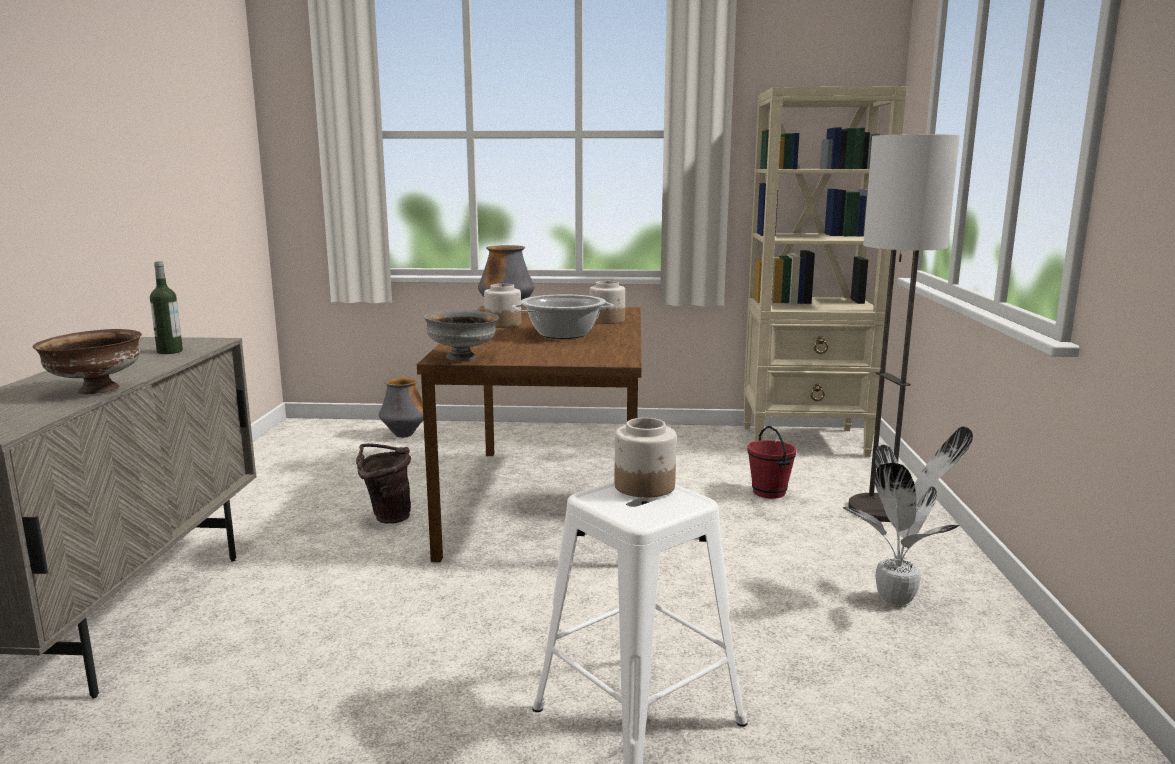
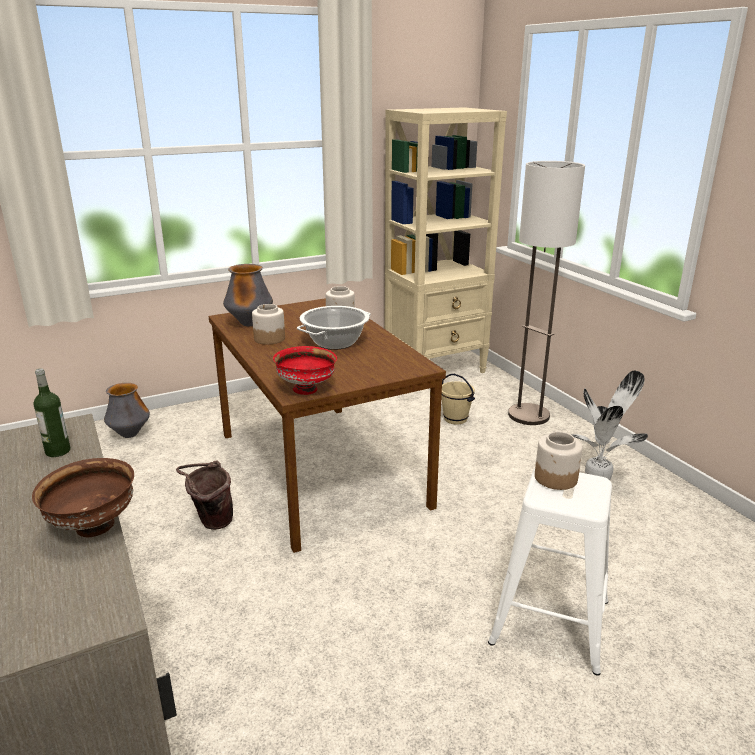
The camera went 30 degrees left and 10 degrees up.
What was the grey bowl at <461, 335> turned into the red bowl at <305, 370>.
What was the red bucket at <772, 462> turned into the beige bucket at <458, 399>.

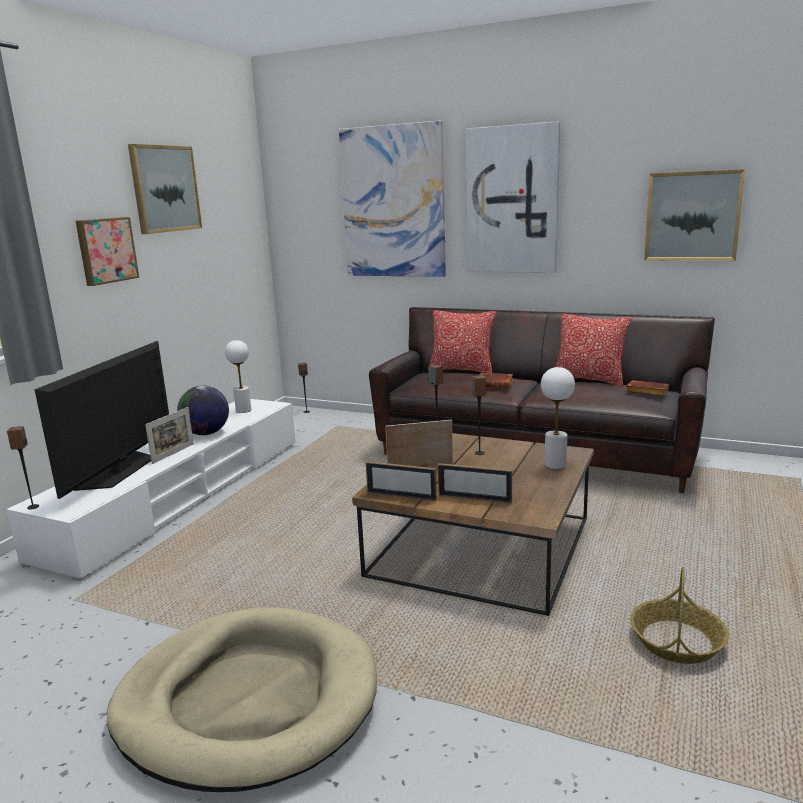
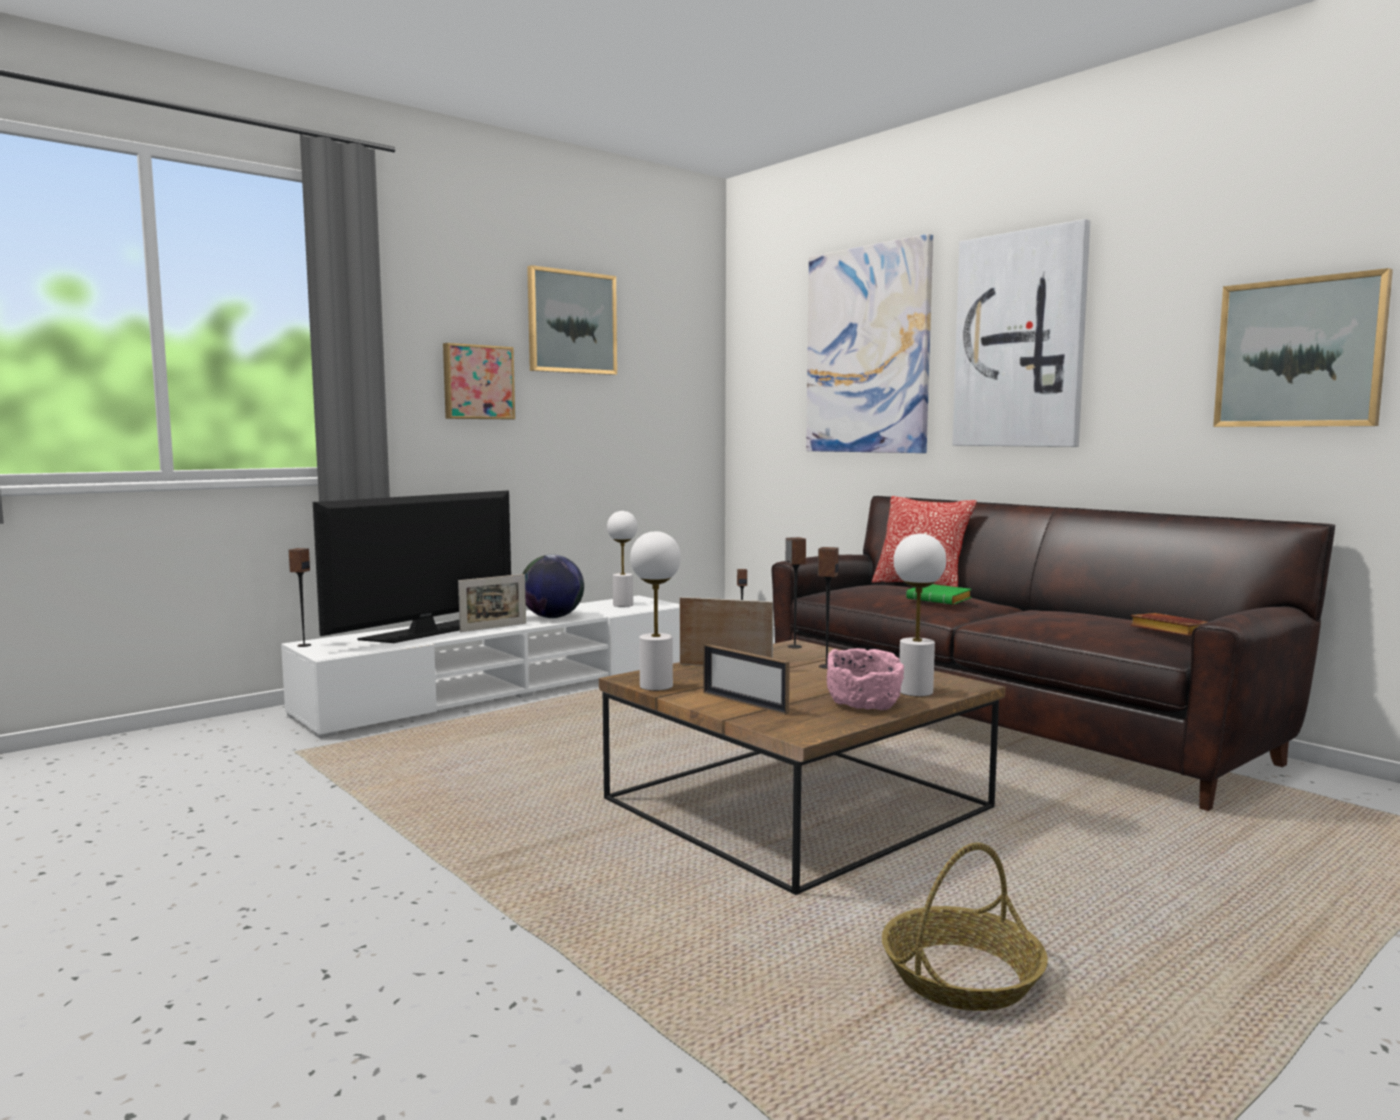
The camera went 25 degrees right and 10 degrees down.
The second view lost the pillow at <594, 349>.
What was the brown book at <496, 380> turned into the green book at <939, 594>.
Where the picture frame stood at <401, 481>, the white table lamp came to stand at <655, 611>.
The second view lost the beige dog bed at <242, 699>.
The second view gained the pink bowl at <865, 679>.

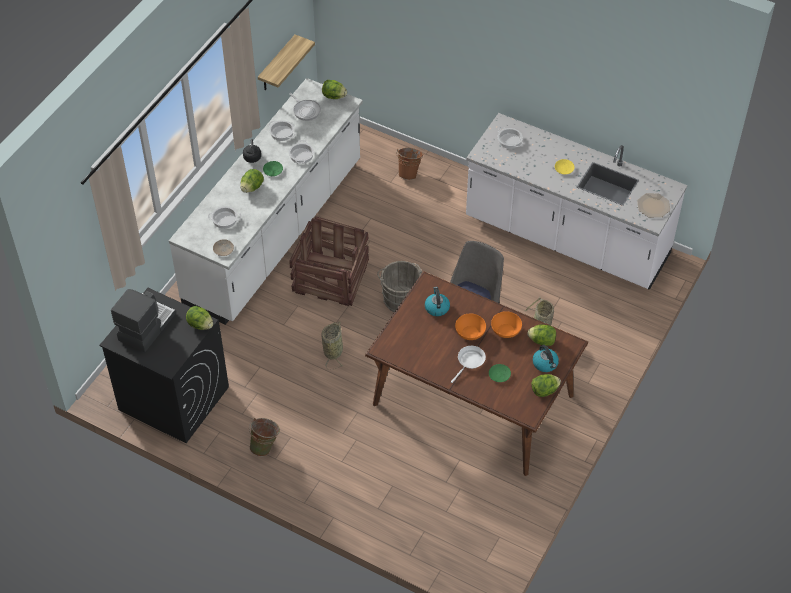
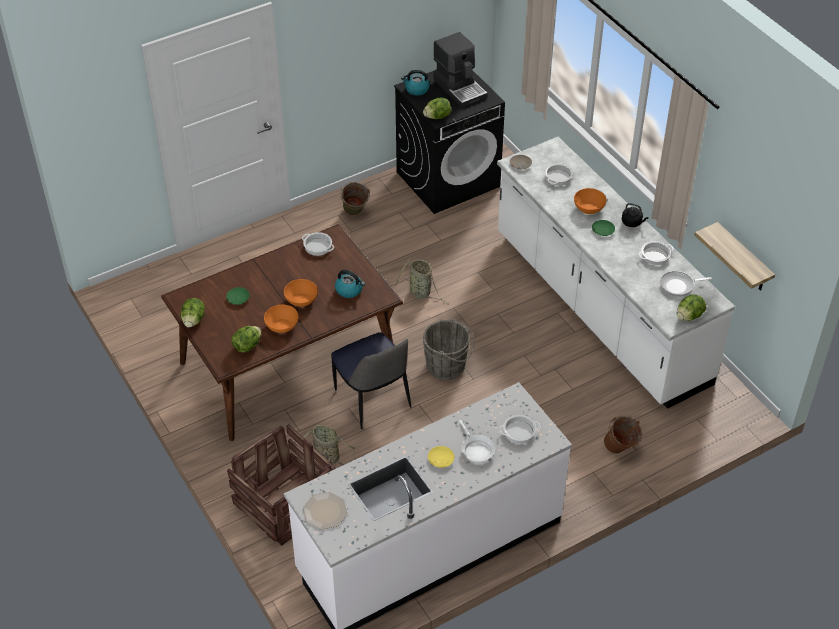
The camera went 120 degrees right and 5 degrees down.
The cooking pot ended up elsewhere, having gone from <301, 152> to <318, 244>.
Where the lettuce stood at <252, 181>, the orange bowl came to stand at <590, 201>.
The crate ended up elsewhere, having gone from <329, 261> to <281, 485>.
The kettle ended up elsewhere, having gone from <546, 358> to <415, 83>.
The white frying pan ended up elsewhere, having gone from <468, 364> to <477, 441>.

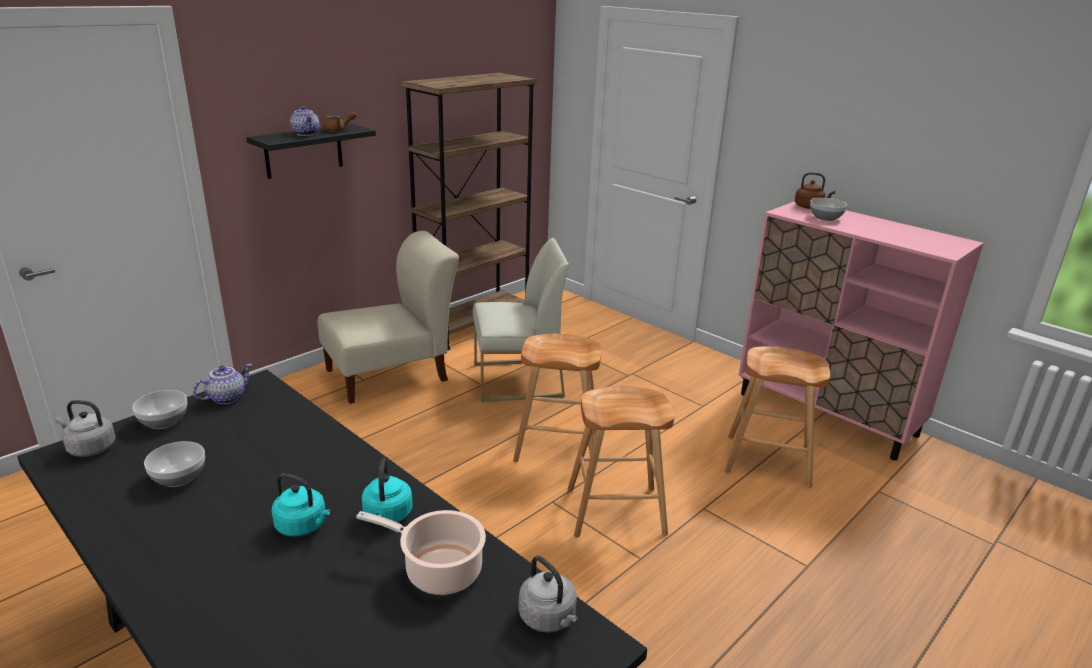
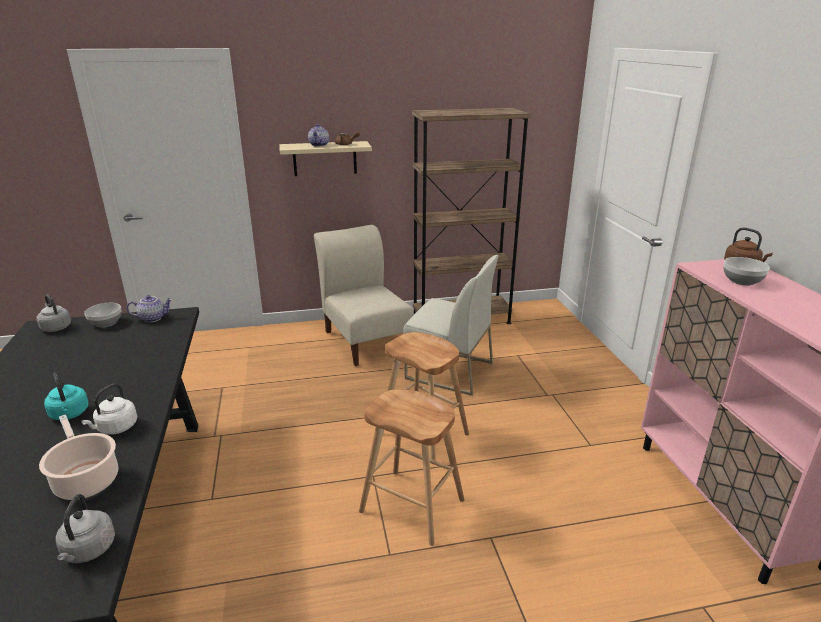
The camera went 35 degrees right and 0 degrees up.
What was the black shelf at <311, 151> turned into the beige shelf at <325, 158>.
The beige chair at <388, 317> ended up facing another way, 120 degrees counterclockwise from before.
The second view lost the brown stool at <777, 417>.
The second view lost the bowl at <174, 464>.
What was the turquoise kettle at <387, 490> turned into the white kettle at <109, 409>.

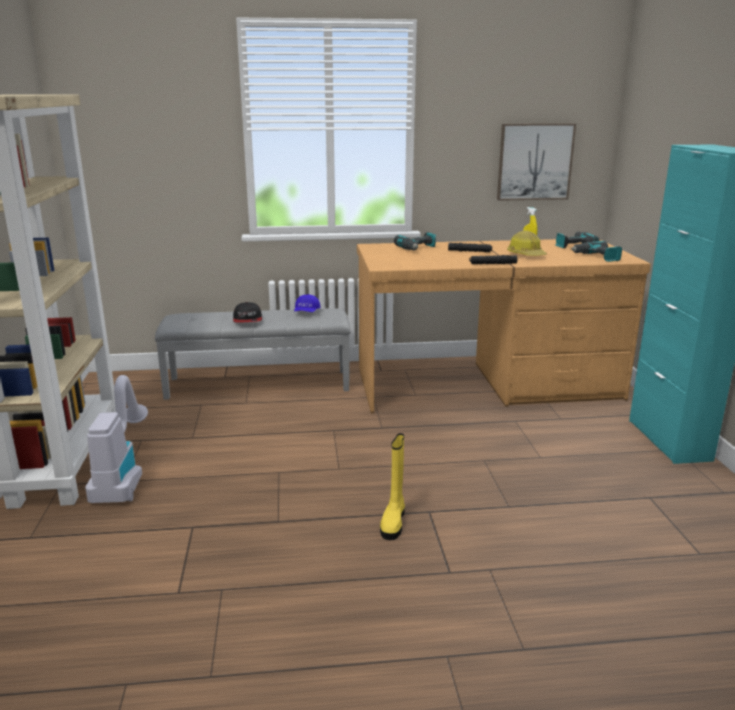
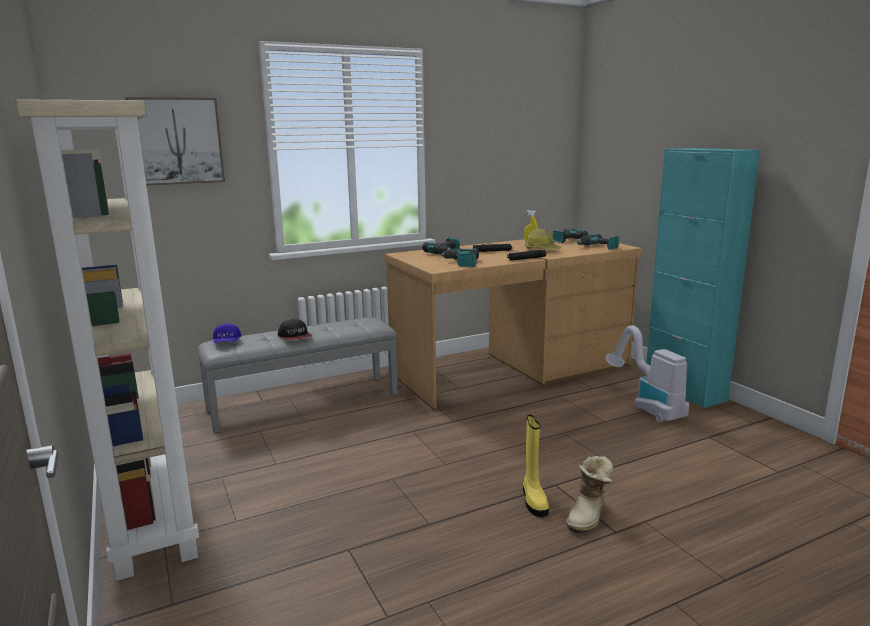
The camera went 20 degrees left and 5 degrees down.
The picture ended up elsewhere, having gone from <536, 162> to <175, 141>.
The blue cap ended up elsewhere, having gone from <307, 303> to <227, 333>.
The vacuum cleaner ended up elsewhere, having gone from <116, 439> to <647, 373>.
The second view gained the power drill at <459, 257>.
The second view gained the boot at <589, 494>.

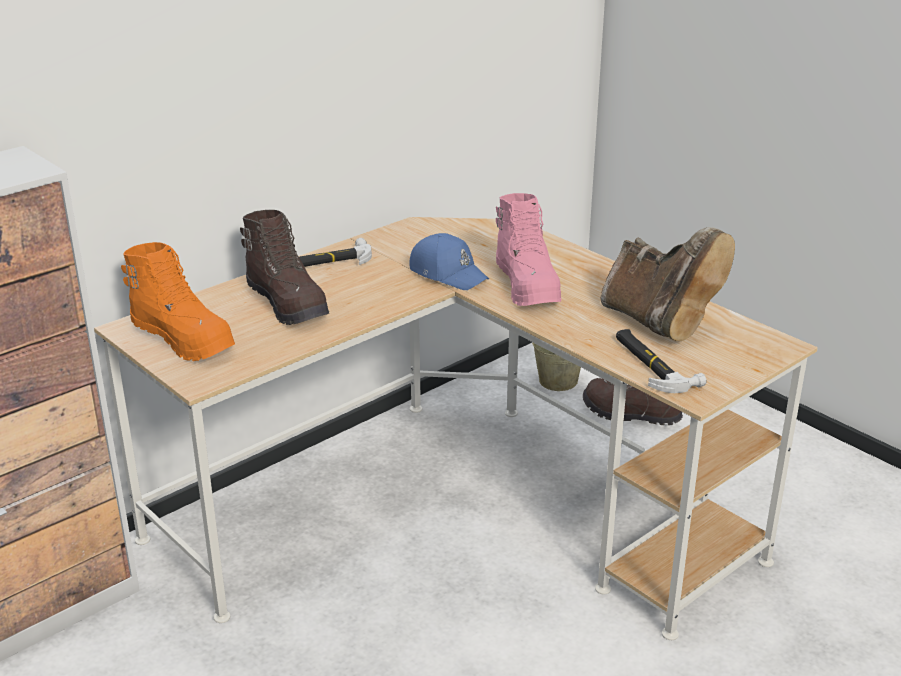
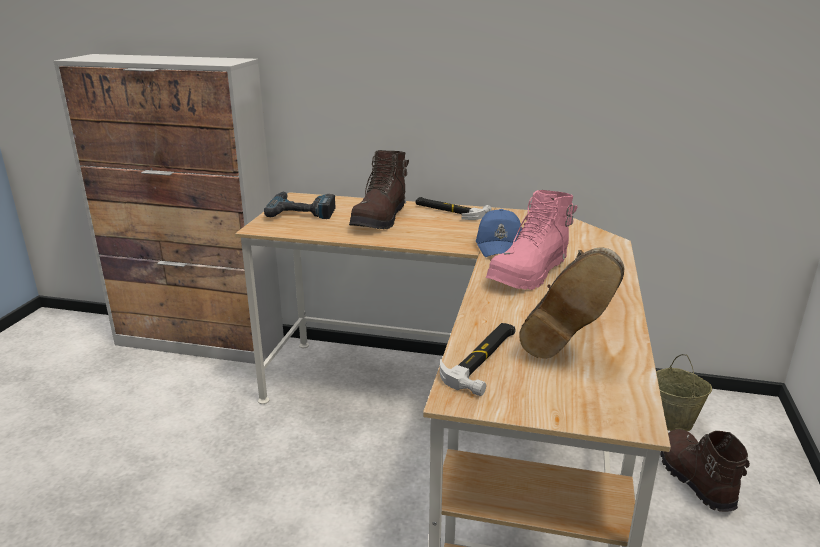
The camera went 55 degrees right and 5 degrees down.
Where the orange boot stood at <178, 301>, the power drill came to stand at <300, 205>.

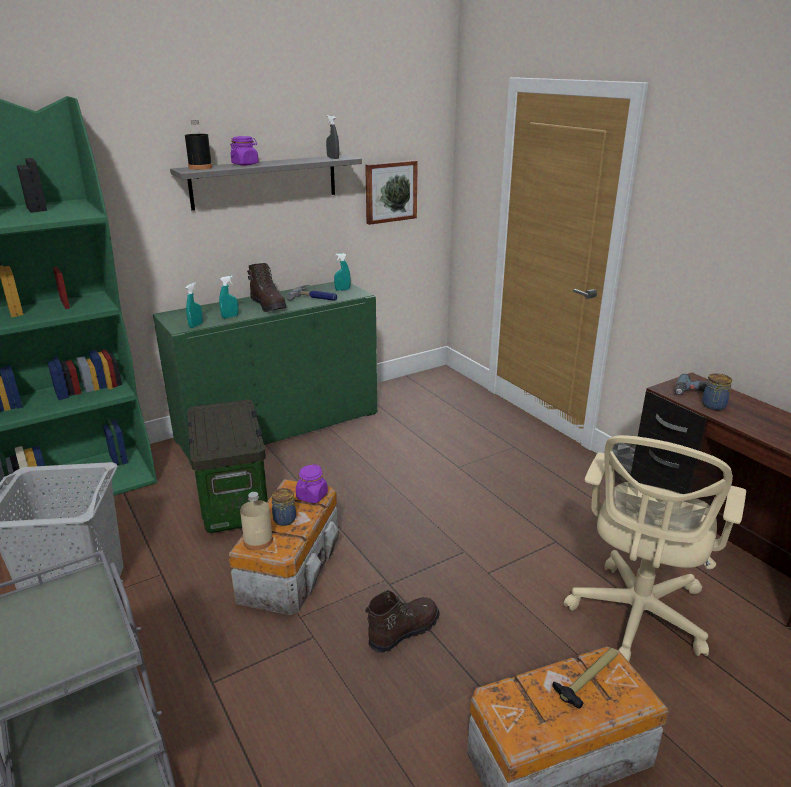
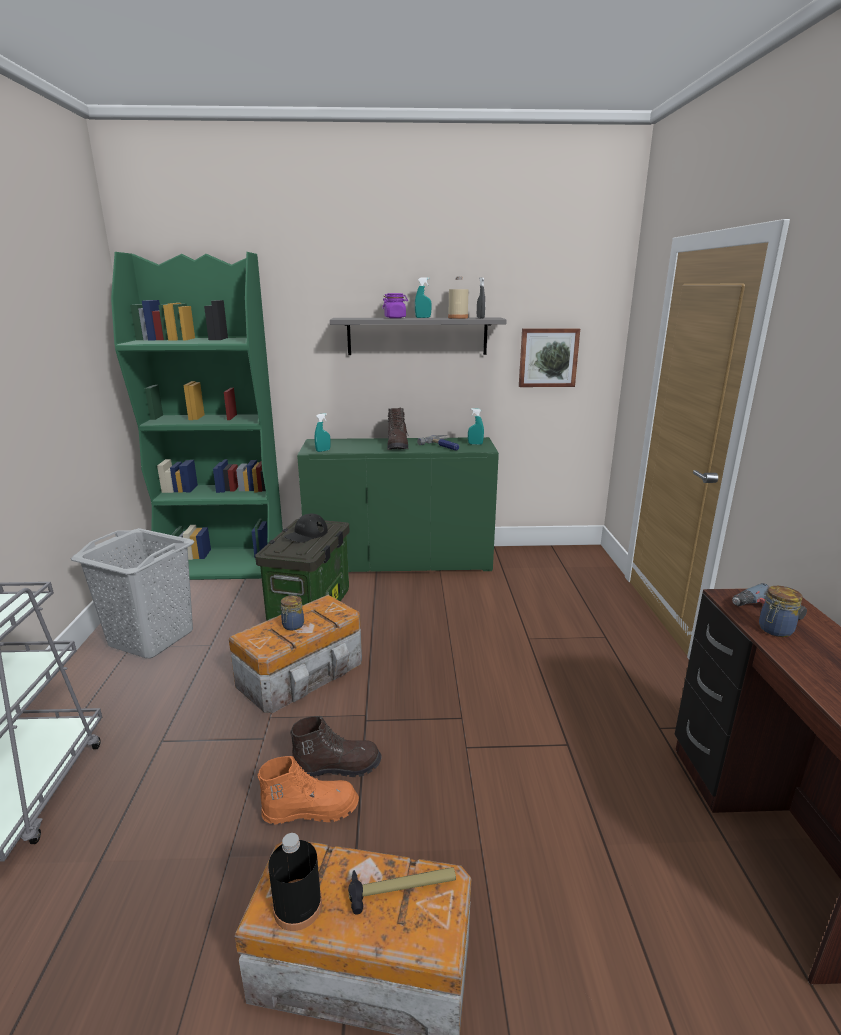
The camera went 30 degrees right and 5 degrees down.
The black bottle ended up elsewhere, having gone from <198, 145> to <295, 882>.
The turquoise spray bottle ended up elsewhere, having gone from <228, 297> to <423, 297>.
The second view lost the beige office chair at <655, 548>.
The second view lost the purple jar at <312, 483>.
The beige bottle ended up elsewhere, having gone from <256, 521> to <458, 298>.
The second view gained the black cap at <306, 528>.
The second view gained the orange boot at <308, 790>.

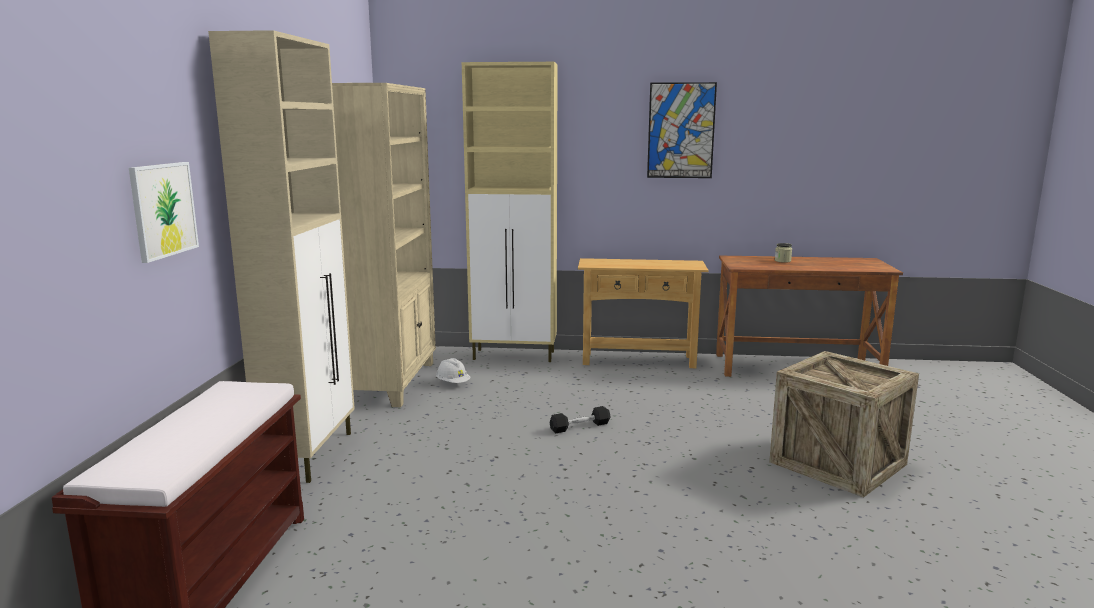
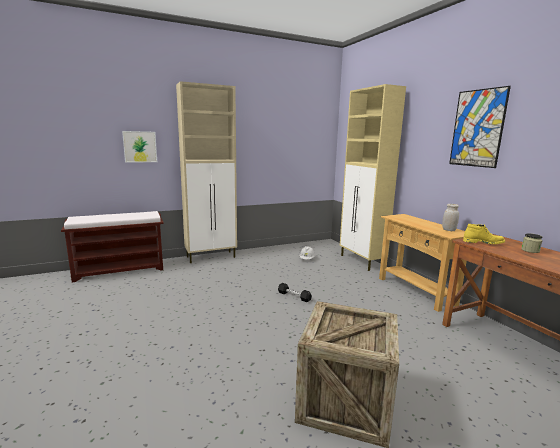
The camera went 60 degrees right and 0 degrees up.
The second view lost the beige bookcase at <384, 245>.
The second view gained the white jar at <450, 217>.
The second view gained the yellow boot at <484, 234>.

